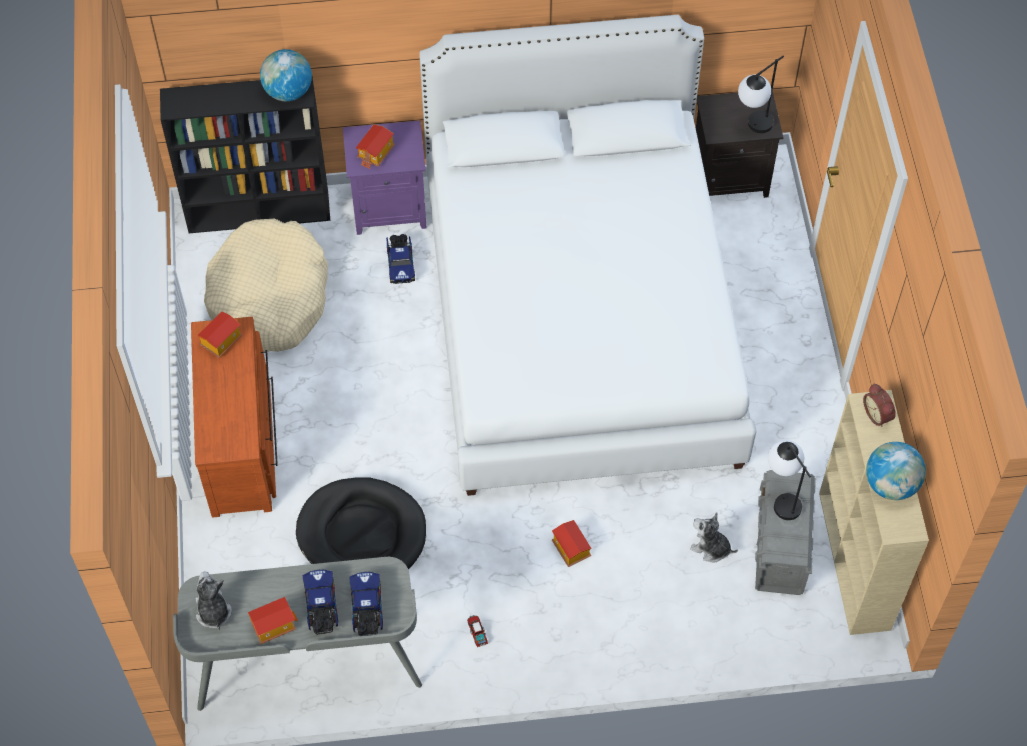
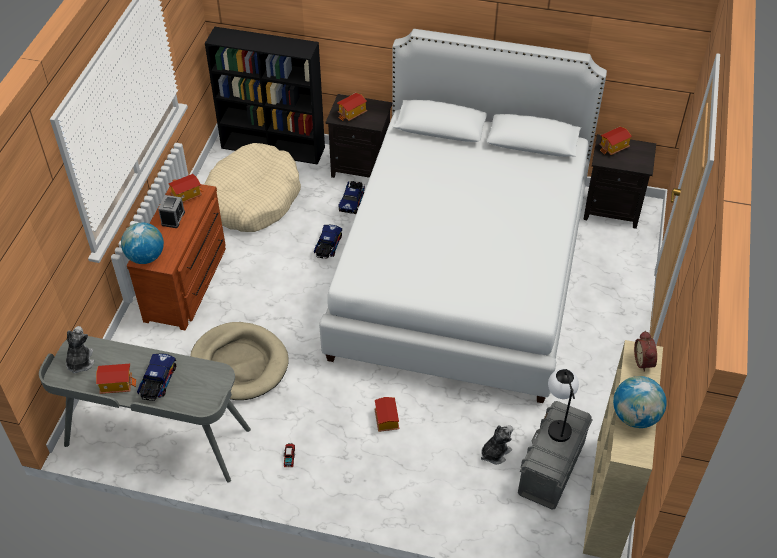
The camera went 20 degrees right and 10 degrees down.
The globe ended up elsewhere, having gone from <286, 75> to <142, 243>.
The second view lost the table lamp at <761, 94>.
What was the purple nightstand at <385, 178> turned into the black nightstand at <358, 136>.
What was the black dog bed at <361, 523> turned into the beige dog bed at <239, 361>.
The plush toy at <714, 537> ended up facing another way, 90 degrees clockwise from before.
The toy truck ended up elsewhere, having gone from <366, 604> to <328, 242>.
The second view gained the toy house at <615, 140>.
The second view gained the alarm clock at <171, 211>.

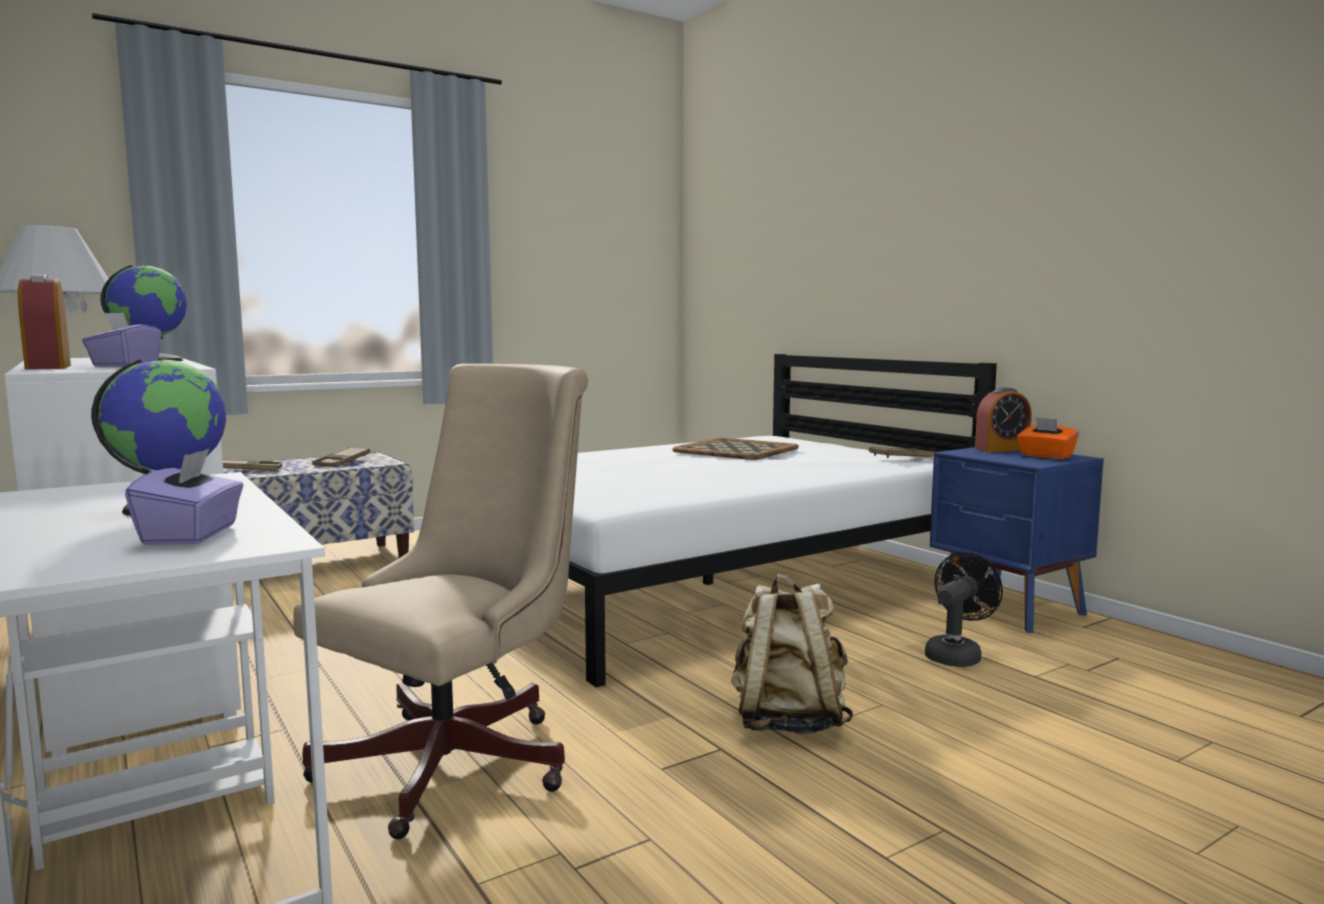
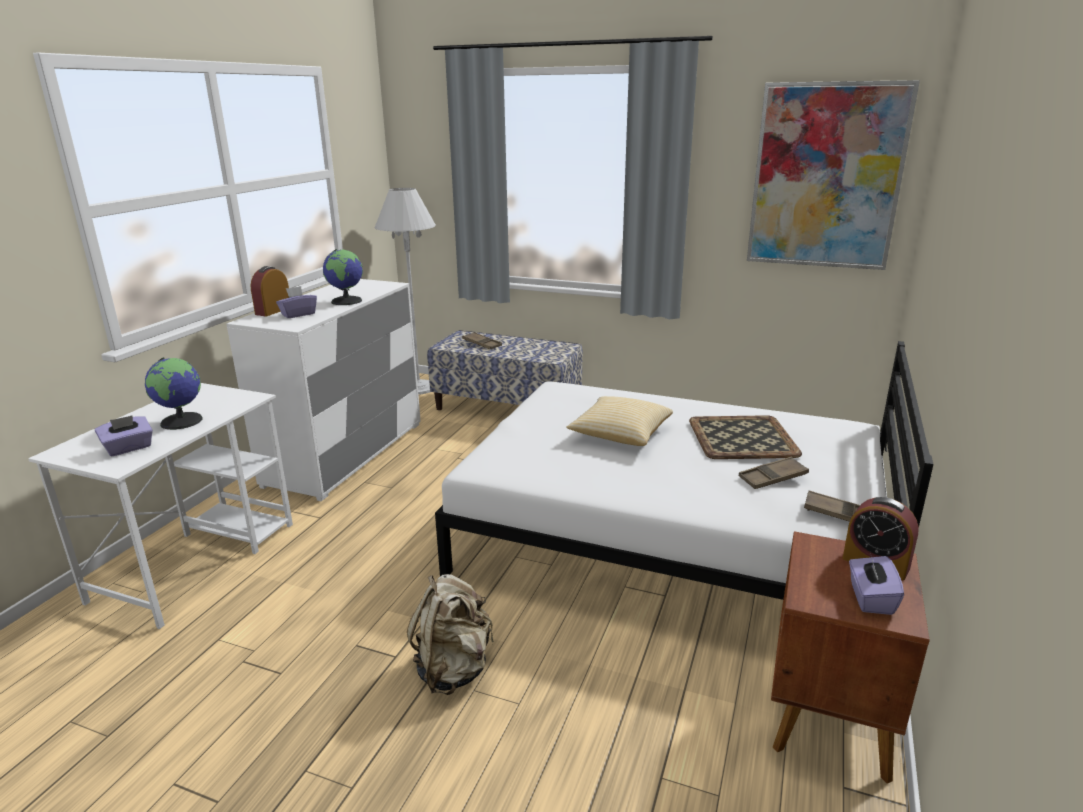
The camera went 55 degrees right and 15 degrees up.
The second view lost the beige office chair at <440, 601>.
What was the orange tissue box at <1048, 438> turned into the purple tissue box at <876, 584>.
The brown tray ended up elsewhere, having gone from <341, 457> to <774, 473>.
What was the blue nightstand at <1017, 540> turned into the brown nightstand at <850, 657>.
The second view lost the black fan at <964, 609>.
The second view gained the picture at <833, 175>.
The second view gained the pillow at <619, 421>.

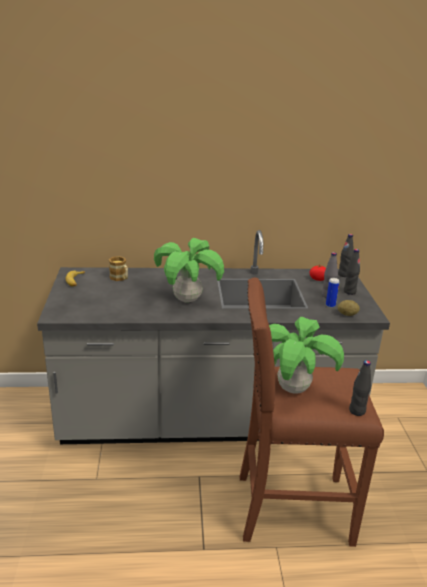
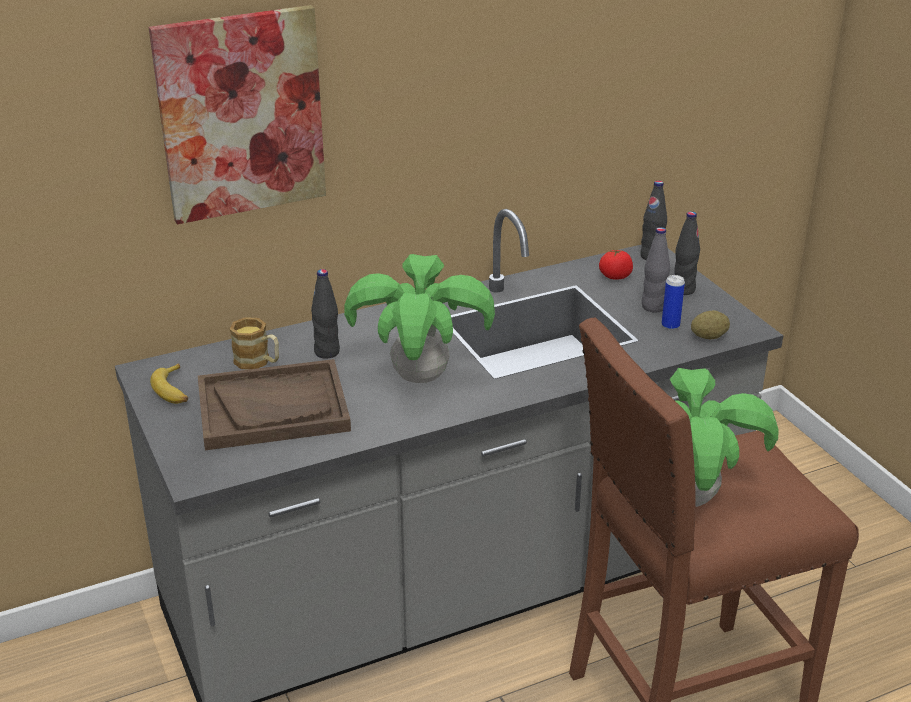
The camera went 20 degrees left and 5 degrees up.
The black bottle ended up elsewhere, having gone from <360, 388> to <325, 314>.
The second view gained the picture at <237, 114>.
The second view gained the brown tray at <274, 404>.

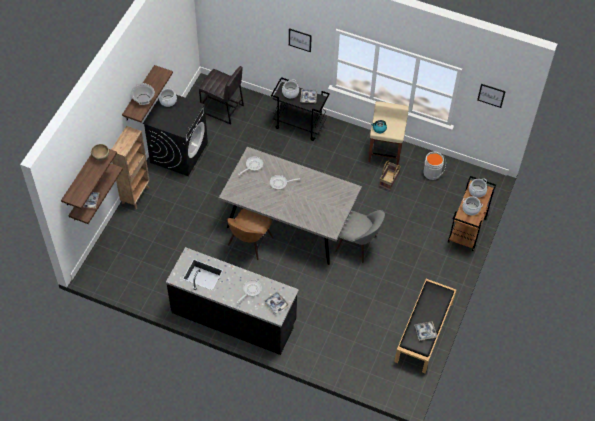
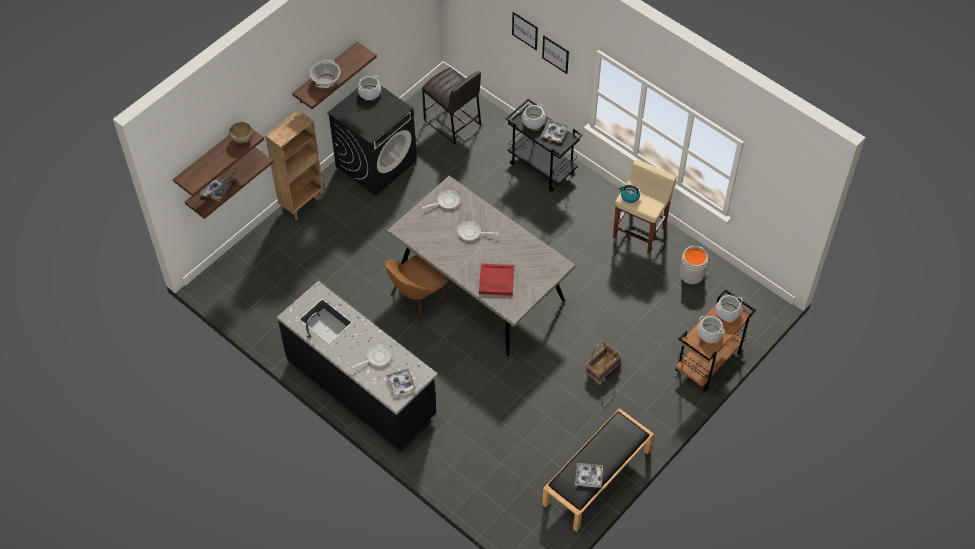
The camera went 20 degrees right and 0 degrees up.
The picture ended up elsewhere, having gone from <491, 96> to <525, 31>.
The basket ended up elsewhere, having gone from <390, 175> to <603, 362>.
The second view lost the grey chair at <360, 236>.
The second view gained the red tray at <496, 279>.

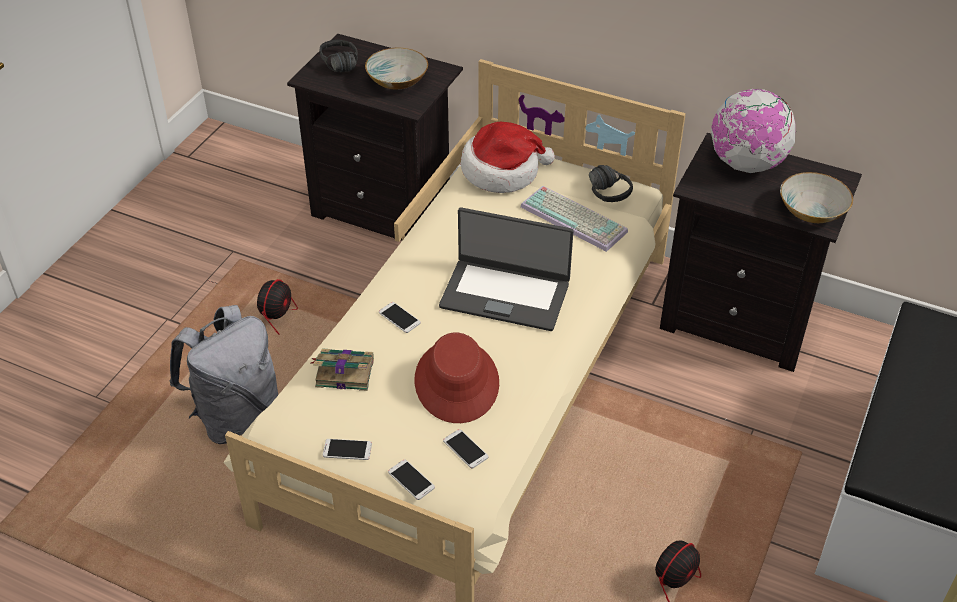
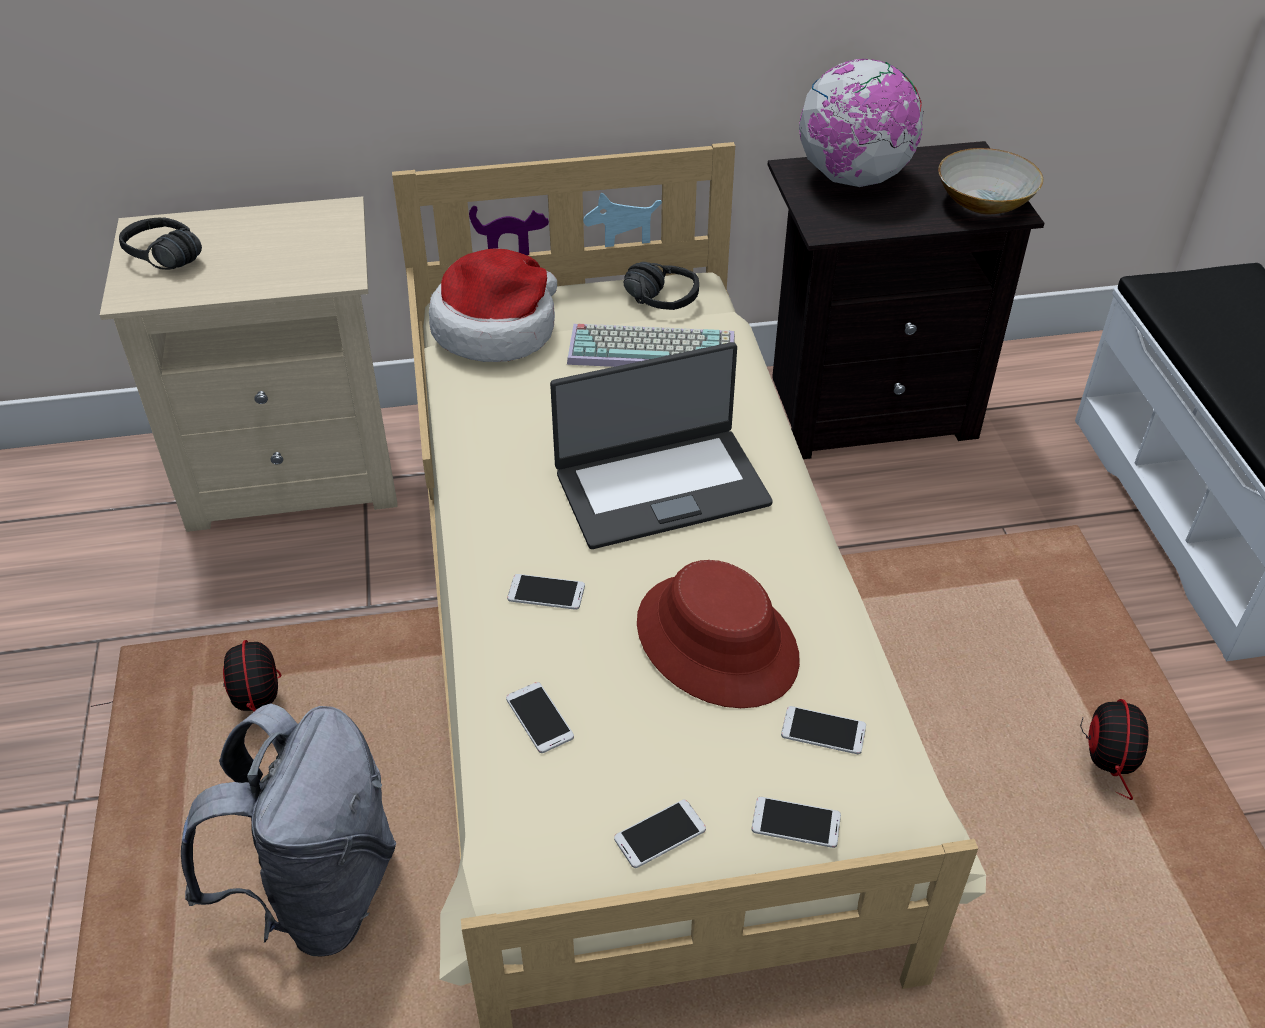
The camera went 35 degrees left and 0 degrees up.
What was the black nightstand at <375, 137> turned into the beige nightstand at <249, 364>.
The second view lost the bowl at <396, 69>.
Where the book stood at <342, 370>, the phone came to stand at <540, 717>.

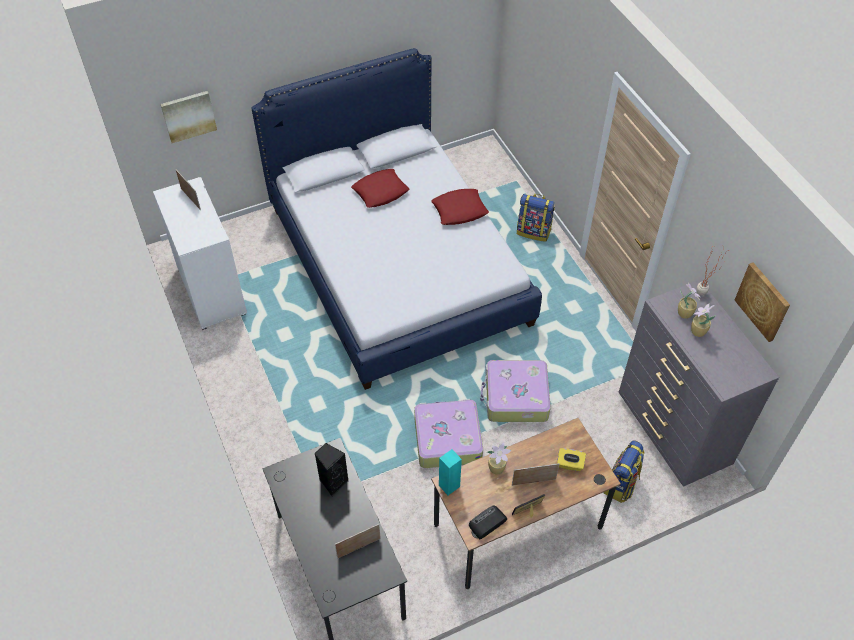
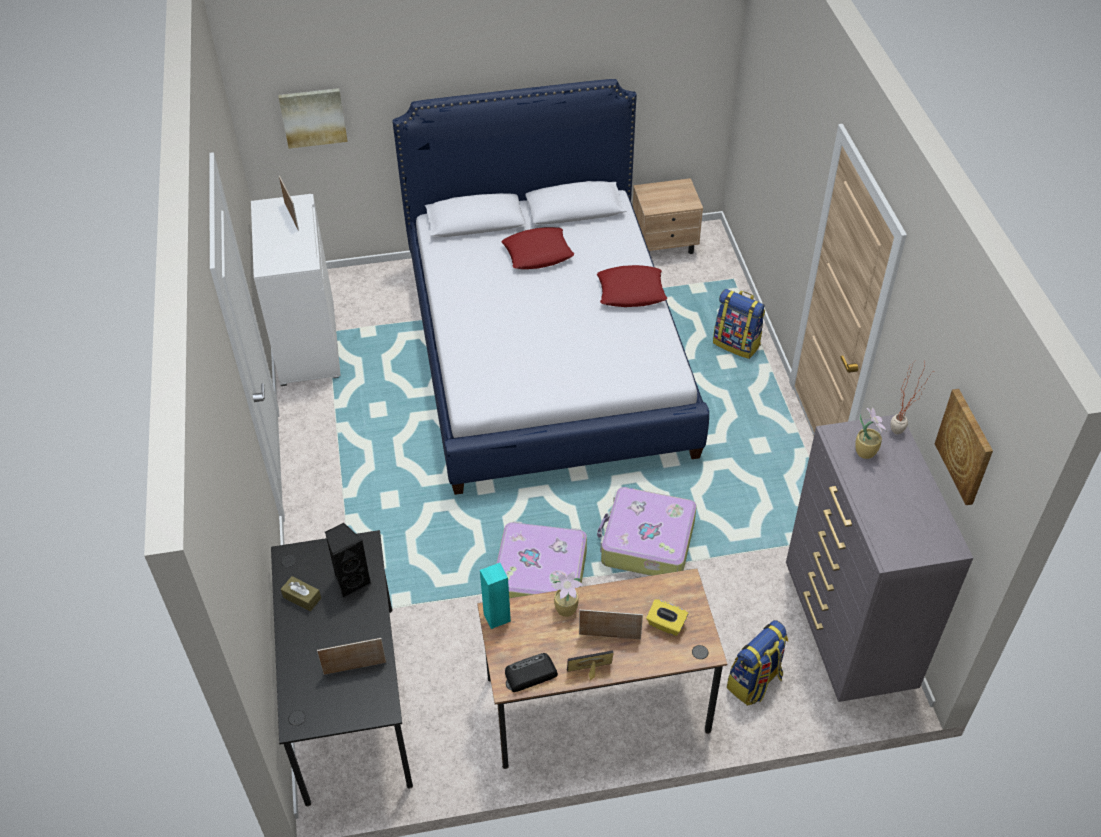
The camera went 15 degrees right and 5 degrees down.
The second view lost the potted plant at <703, 320>.
The second view gained the beige nightstand at <668, 216>.
The second view gained the brown tissue box at <301, 593>.

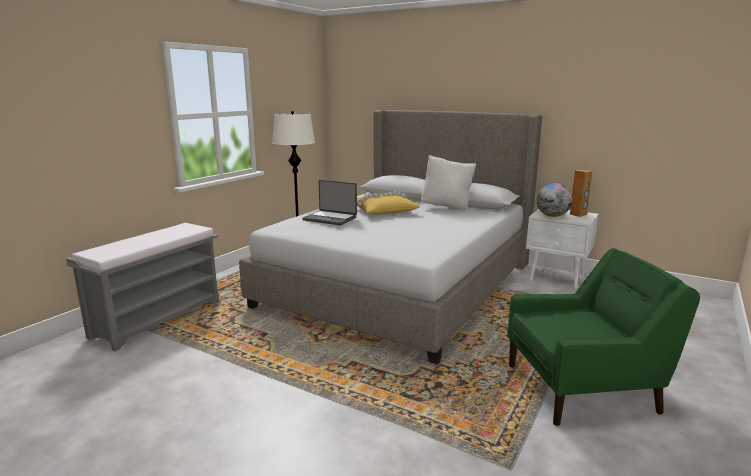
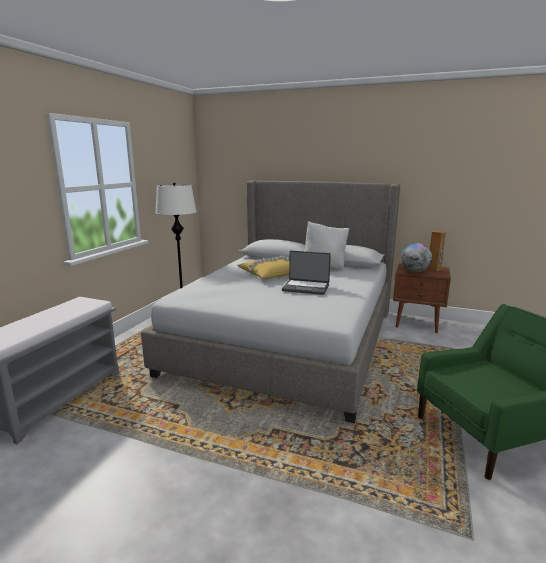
The camera went 10 degrees left and 0 degrees up.
The laptop ended up elsewhere, having gone from <329, 202> to <306, 273>.
What was the white nightstand at <562, 249> turned into the brown nightstand at <422, 298>.

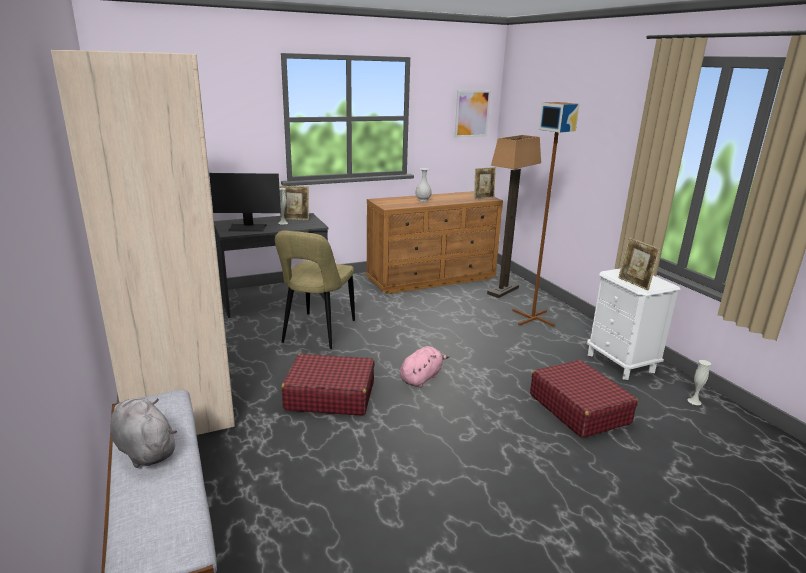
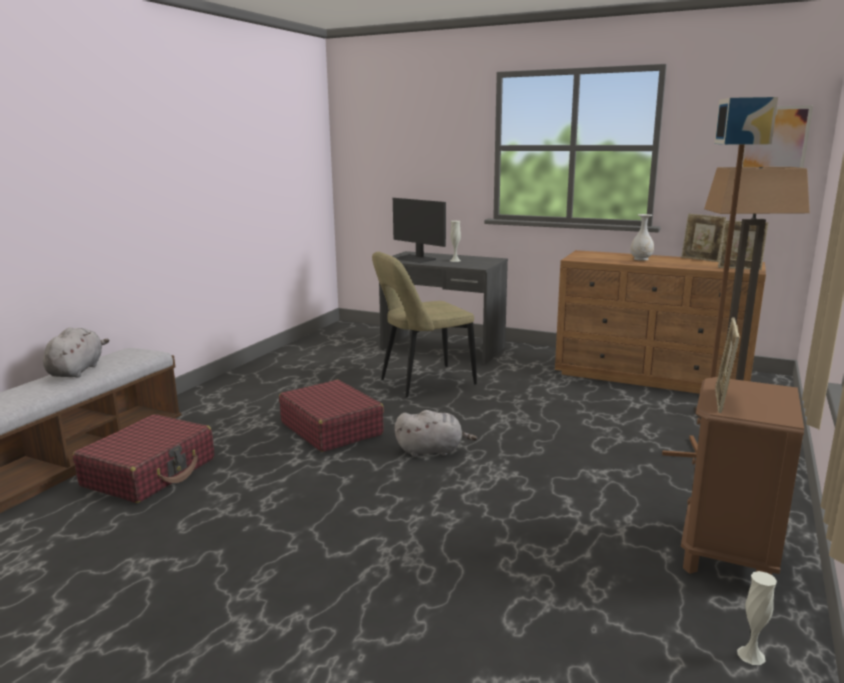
The camera went 50 degrees right and 5 degrees down.
The second view lost the beige wardrobe at <143, 242>.
The picture frame ended up elsewhere, having gone from <294, 203> to <704, 237>.
What was the white nightstand at <633, 324> turned into the brown nightstand at <742, 476>.
What was the pink plush toy at <425, 367> turned into the grey plush toy at <435, 433>.
The red suitcase ended up elsewhere, having gone from <584, 399> to <143, 458>.

